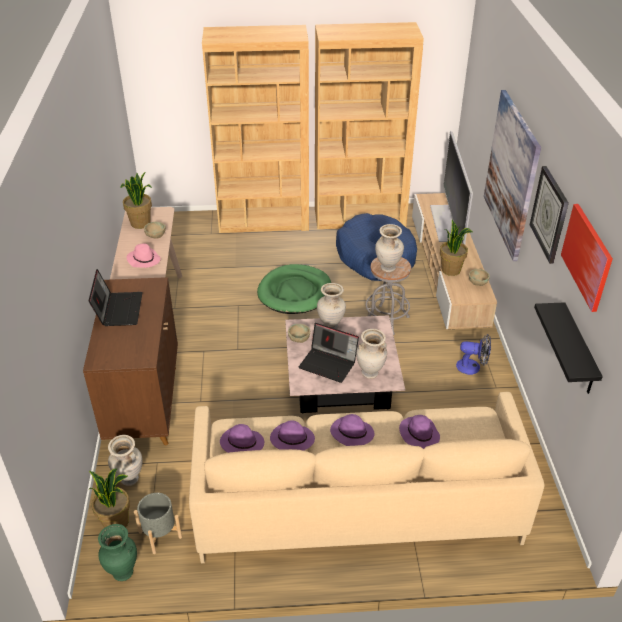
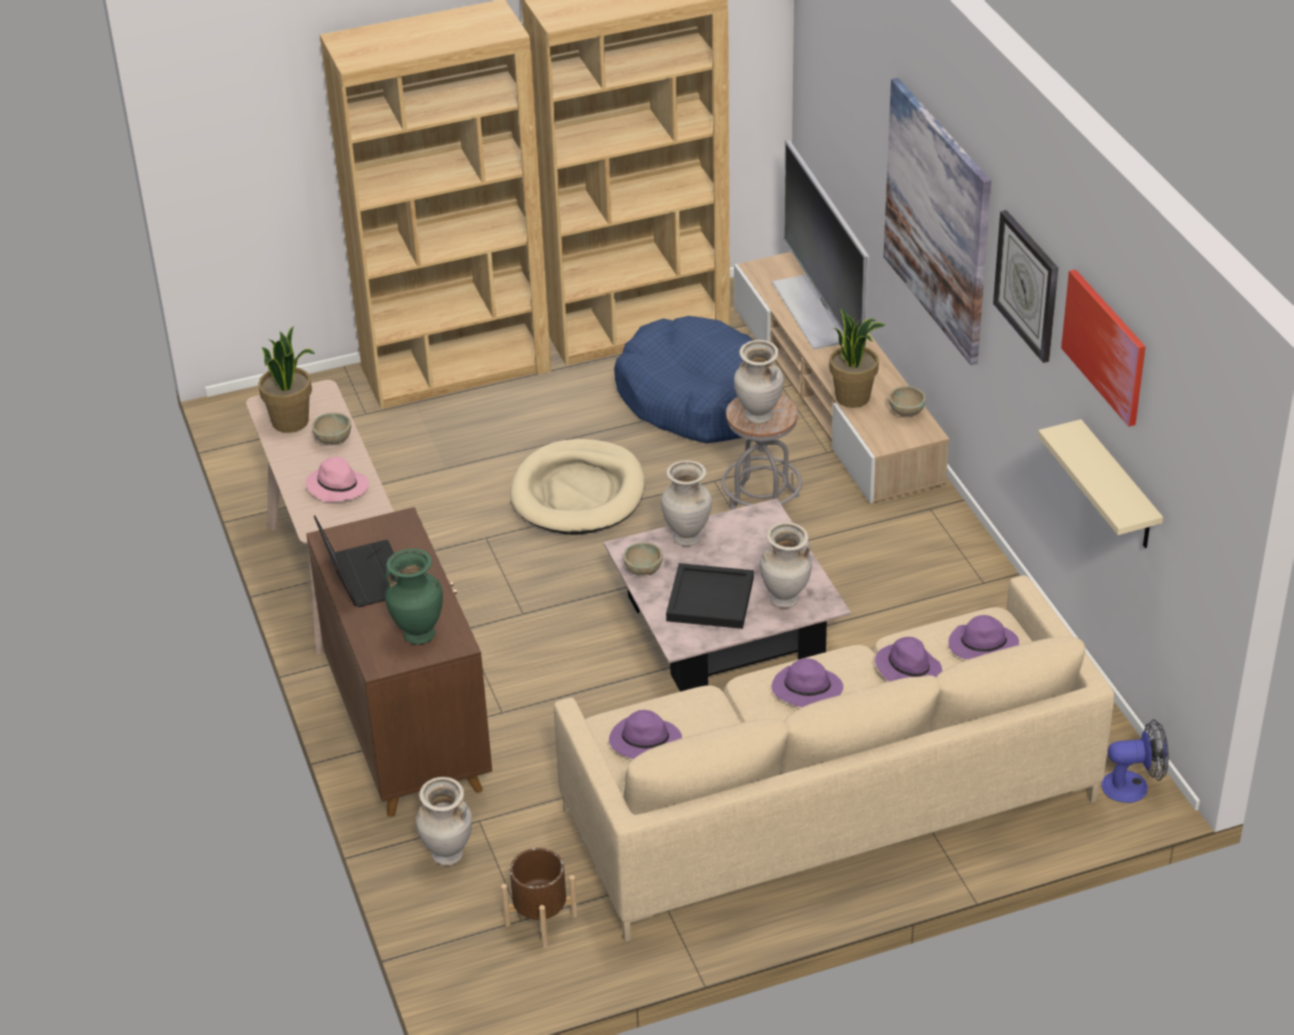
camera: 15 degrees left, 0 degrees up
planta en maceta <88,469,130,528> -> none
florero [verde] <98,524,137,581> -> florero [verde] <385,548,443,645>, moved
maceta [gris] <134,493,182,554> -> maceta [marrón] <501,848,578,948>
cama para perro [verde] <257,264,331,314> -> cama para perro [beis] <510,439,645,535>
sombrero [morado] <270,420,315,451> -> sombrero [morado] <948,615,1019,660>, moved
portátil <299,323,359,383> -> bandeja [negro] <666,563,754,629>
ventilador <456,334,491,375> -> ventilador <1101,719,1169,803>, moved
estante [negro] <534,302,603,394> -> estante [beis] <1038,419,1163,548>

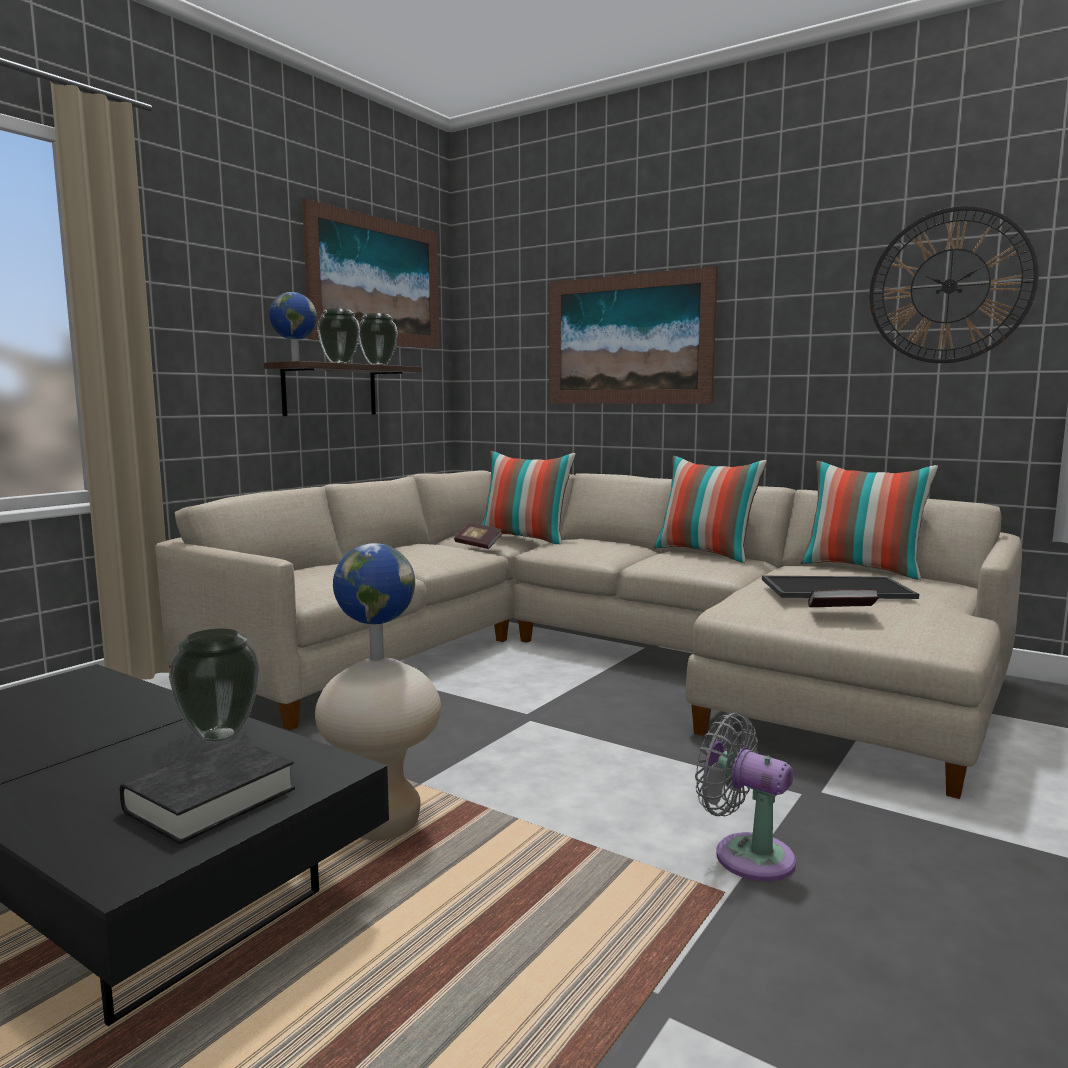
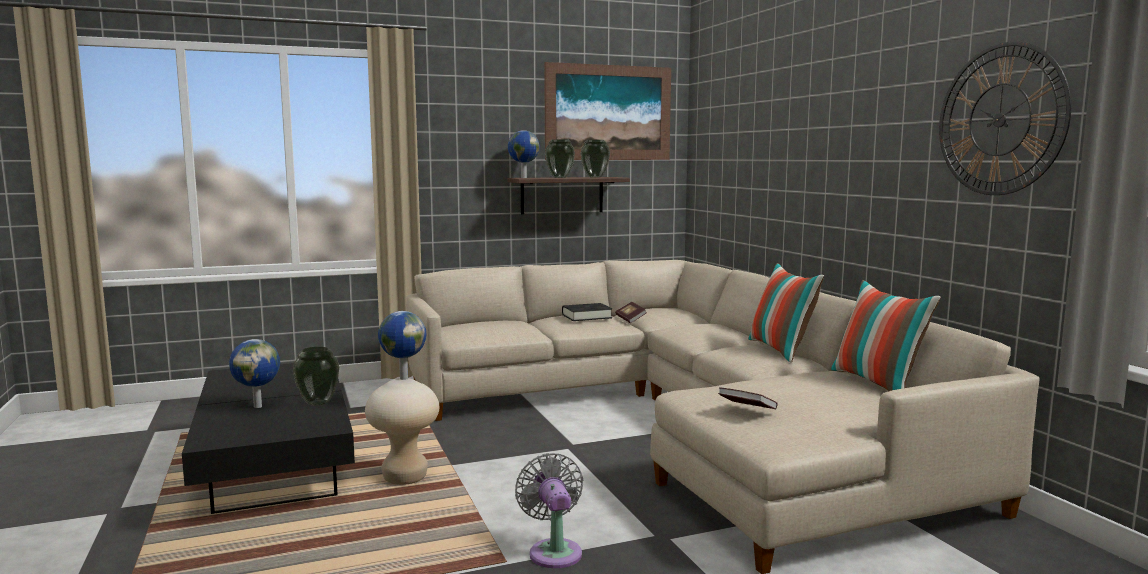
camera: 35 degrees right, 0 degrees up
libro [negro] <120,739,295,844> -> libro [negro] <562,303,612,321>, moved
cojín <481,451,576,544> -> none
cuadro <549,266,718,404> -> none
bandeja <762,576,919,599> -> none
none -> globo terráqueo <229,339,280,408>

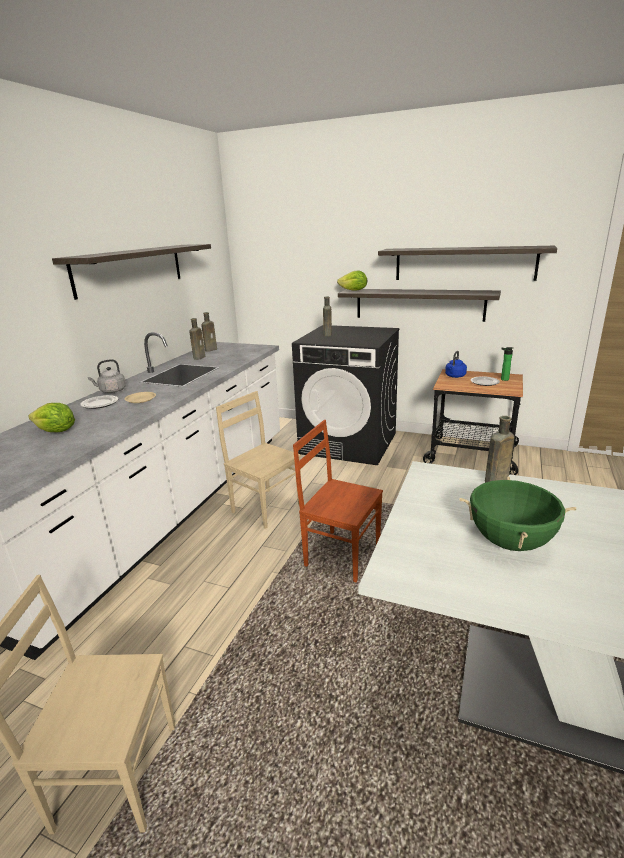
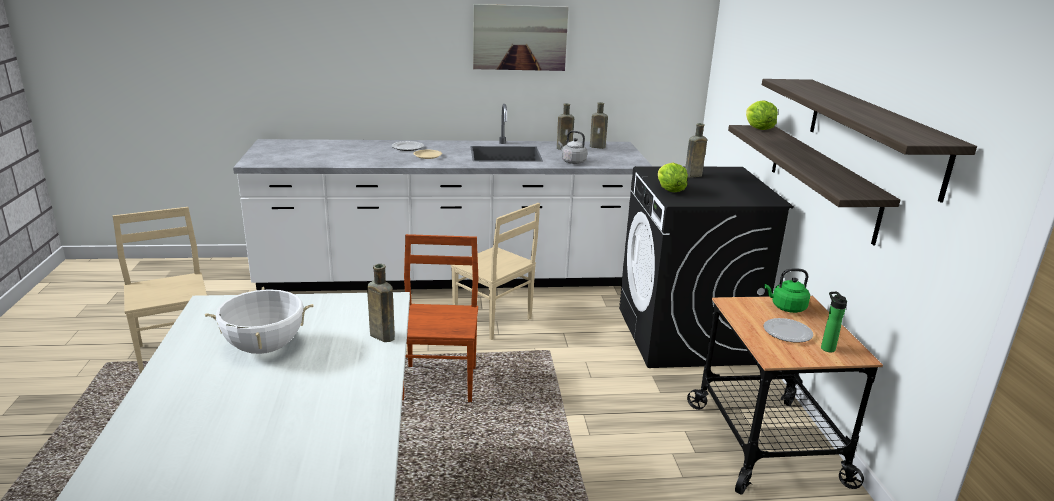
camera: 60 degrees right, 0 degrees up
lechuga <28,403,75,432> -> lechuga <658,163,688,192>, moved
estante <52,244,211,300> -> cuadro <473,4,569,71>
hervidor [gris] <88,359,126,393> -> hervidor [gris] <558,131,587,164>, moved
silla [beis] <216,391,301,529> -> silla [beis] <451,203,540,340>, 120 degrees clockwise
hervidor [azul] <445,351,467,378> -> hervidor [verde] <764,268,810,313>
olla [verde] <459,476,576,551> -> olla [blanco] <205,287,314,354>

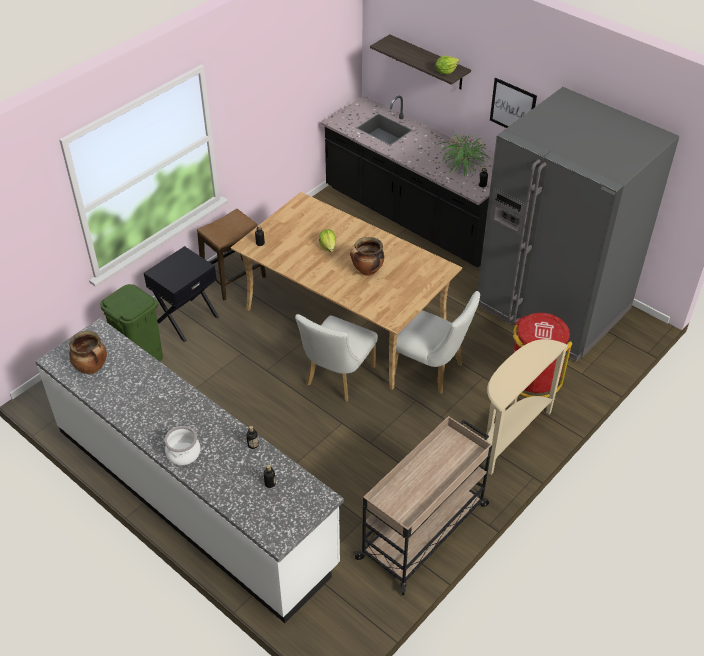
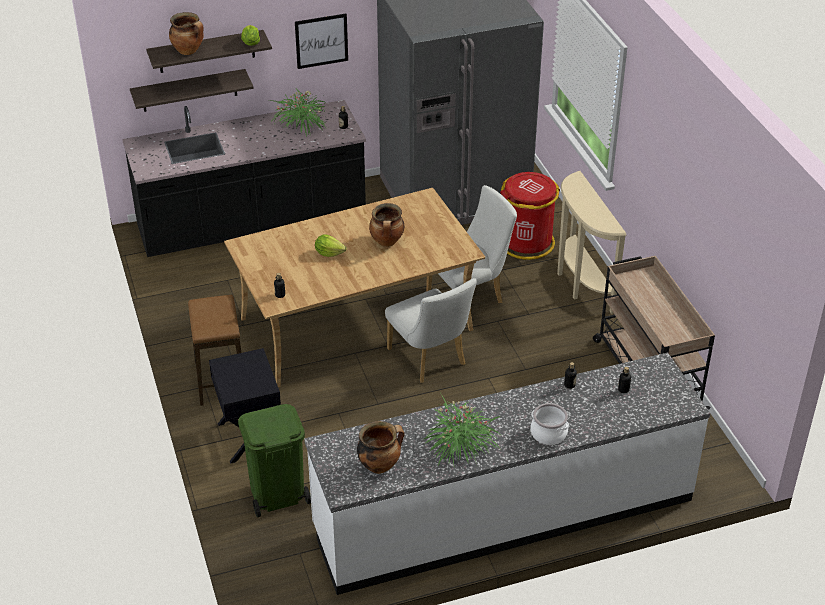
camera: 60 degrees left, 5 degrees down
none -> estante <130,69,254,112>
none -> olla <169,12,204,55>
none -> planta en maceta <422,394,502,465>

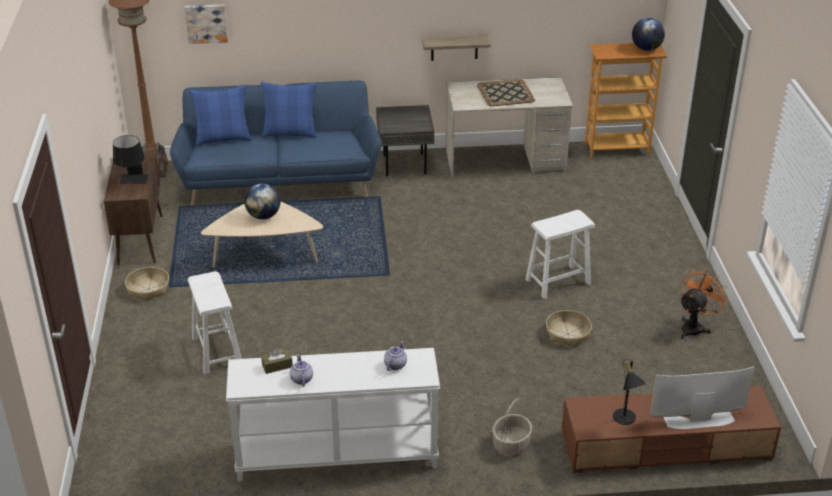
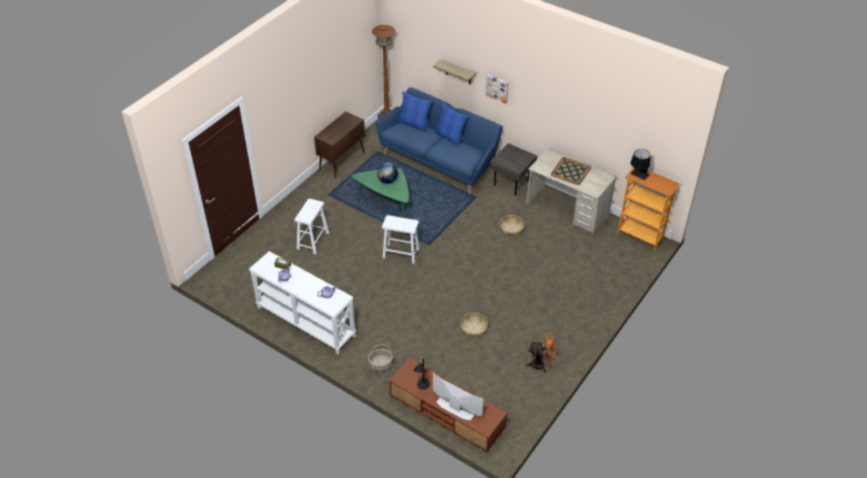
camera: 40 degrees right, 10 degrees up
lámpara de mesa [negro] <113,135,149,184> -> lámpara de mesa [negro] <630,149,650,180>, moved
cesta <125,267,169,301> -> cesta <499,215,525,236>, moved
cuadro <184,5,228,44> -> cuadro <486,75,509,104>, moved
mesa de centro [beis] <201,201,323,268> -> mesa de centro [verde] <351,168,409,218>
estante <422,35,491,61> -> estante <433,59,476,84>, moved
taburete [blanco] <526,210,595,299> -> taburete [blanco] <382,215,420,264>, moved
globo terráqueo <632,18,665,51> -> none

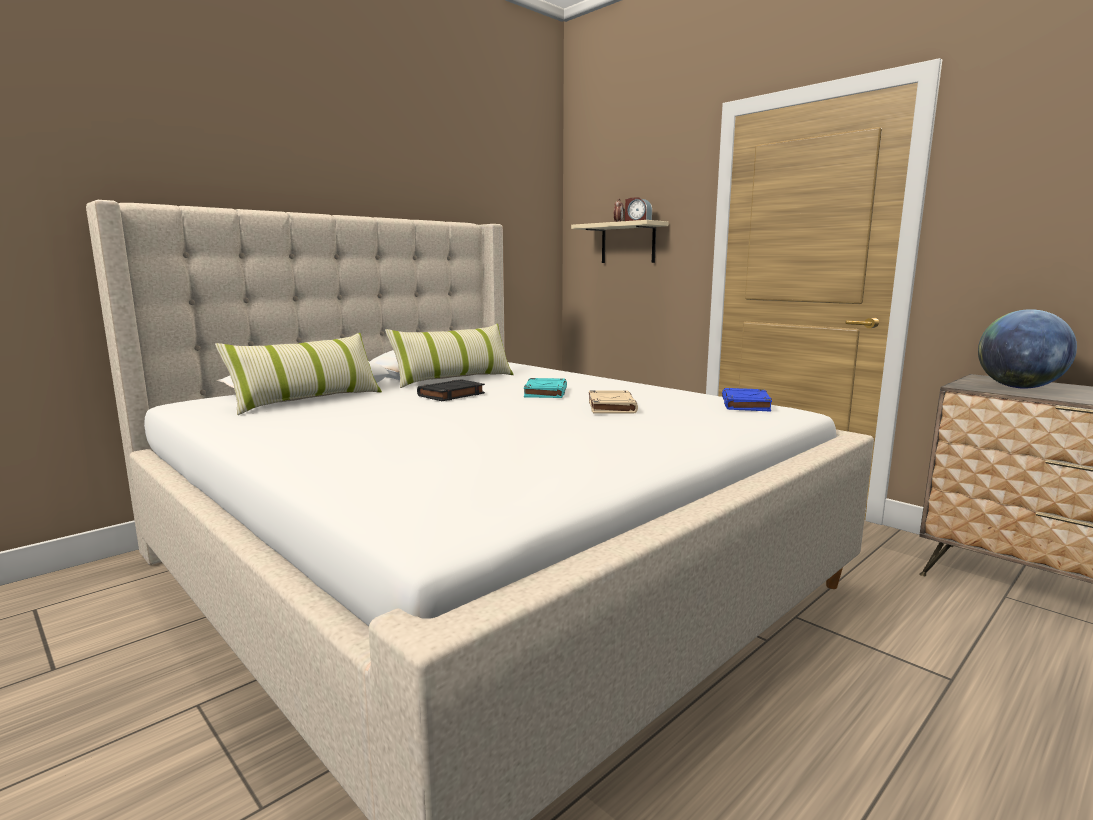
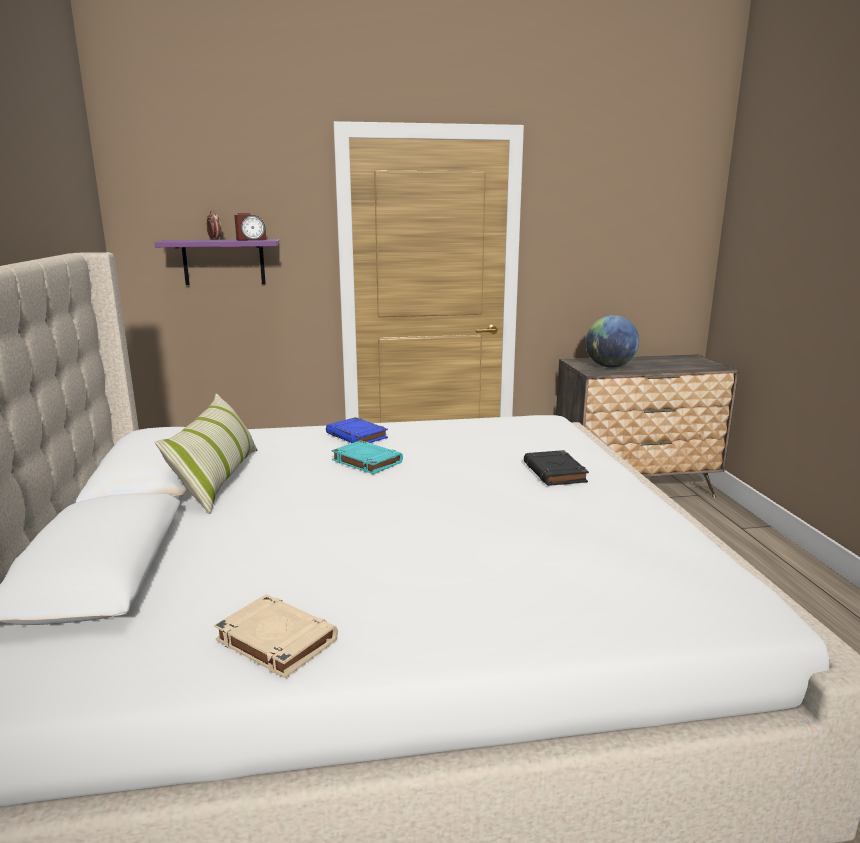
camera: 55 degrees left, 5 degrees up
cojín <215,333,382,415> -> none
libro [negro] <417,379,485,401> -> libro [negro] <524,450,589,486>, moved
estante [beis] <571,220,668,263> -> estante [morado] <155,239,279,285>
libro [beis] <589,390,638,413> -> libro [beis] <214,594,338,678>, moved
libro [azul] <722,388,772,412> -> libro [azul] <326,417,388,443>, moved

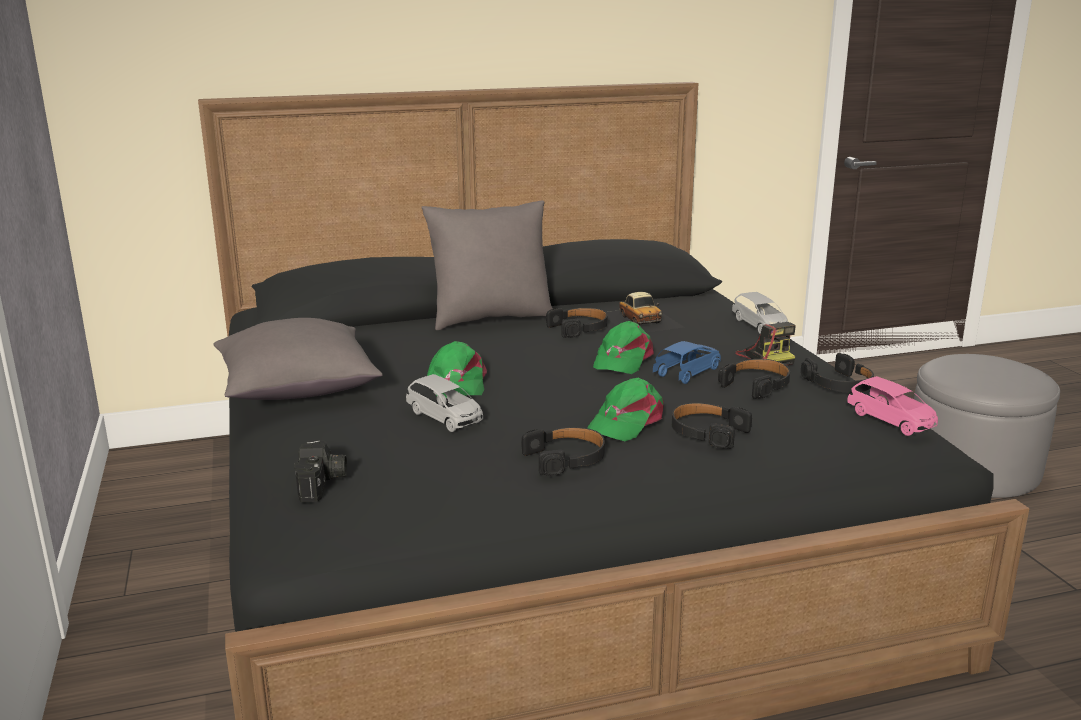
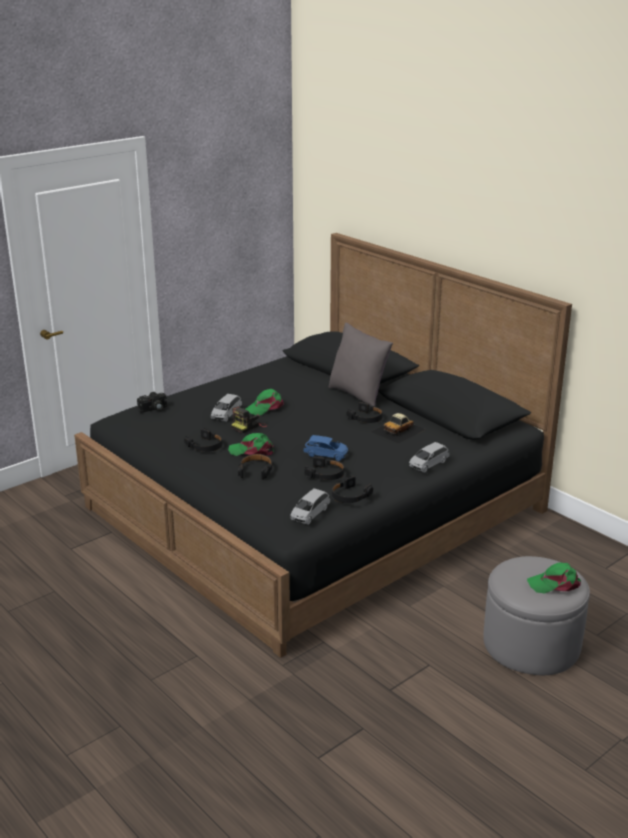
camera: 65 degrees right, 5 degrees up
cojín [gris] <213,318,383,400> -> none
gorra [verde] <593,321,654,374> -> gorra [verde] <527,563,581,594>, moved
cámara <735,322,796,366> -> cámara <231,406,267,433>, moved
coche de juguete [rosa] <847,376,938,436> -> coche de juguete [gris] <290,488,330,525>

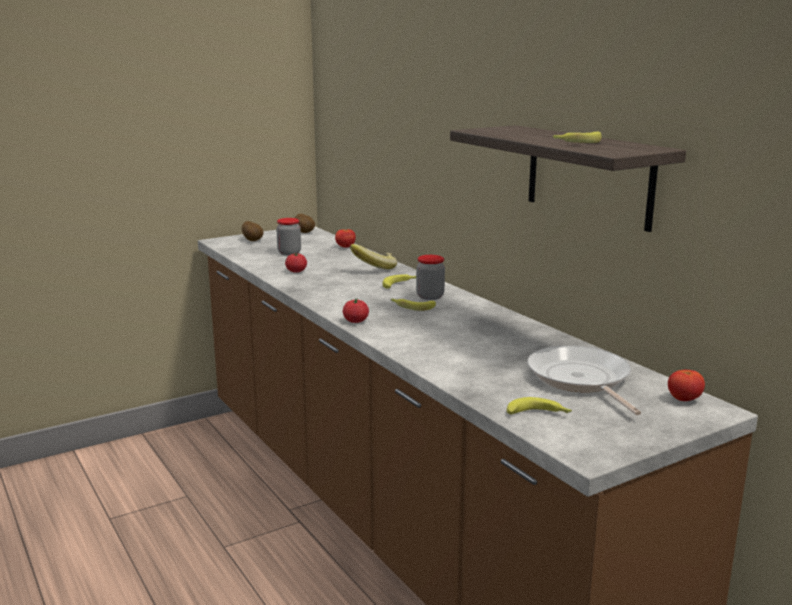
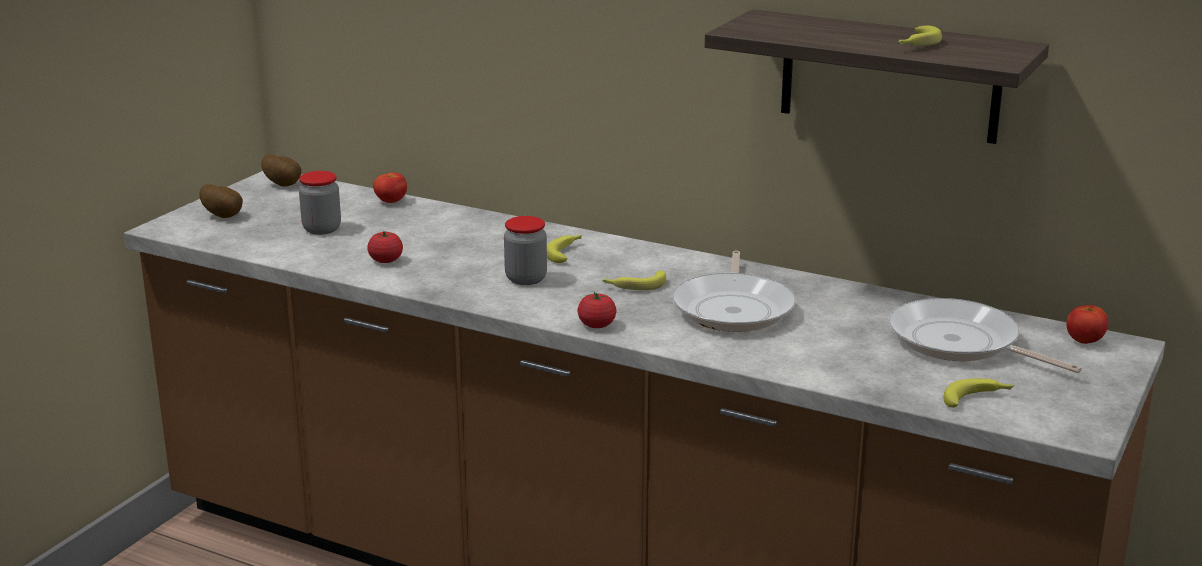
camera: 30 degrees left, 5 degrees up
plátano <350,244,397,269> -> none
tarro <416,255,445,300> -> tarro <504,216,547,285>, moved
none -> sartén <672,250,796,332>

